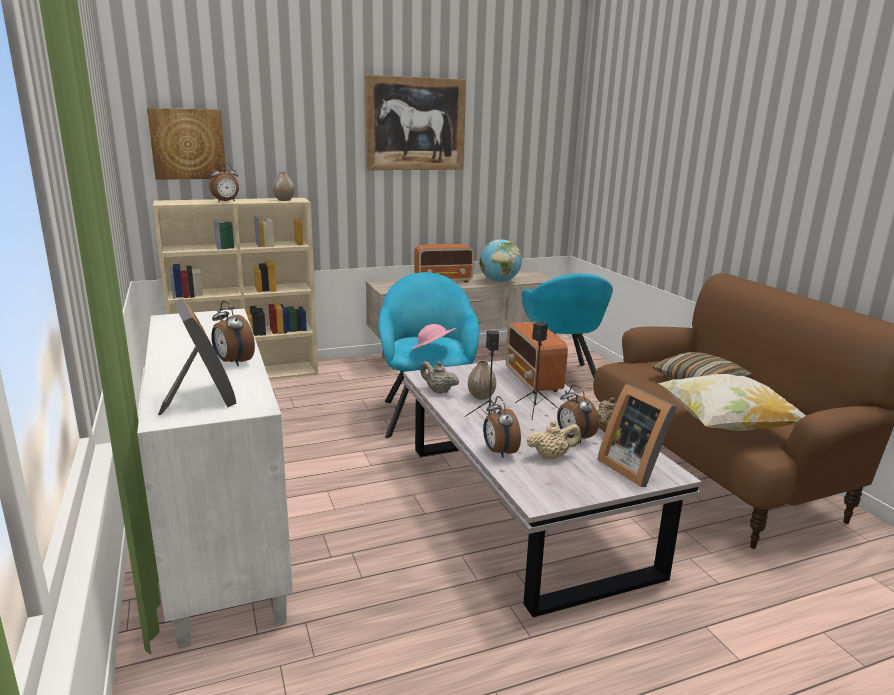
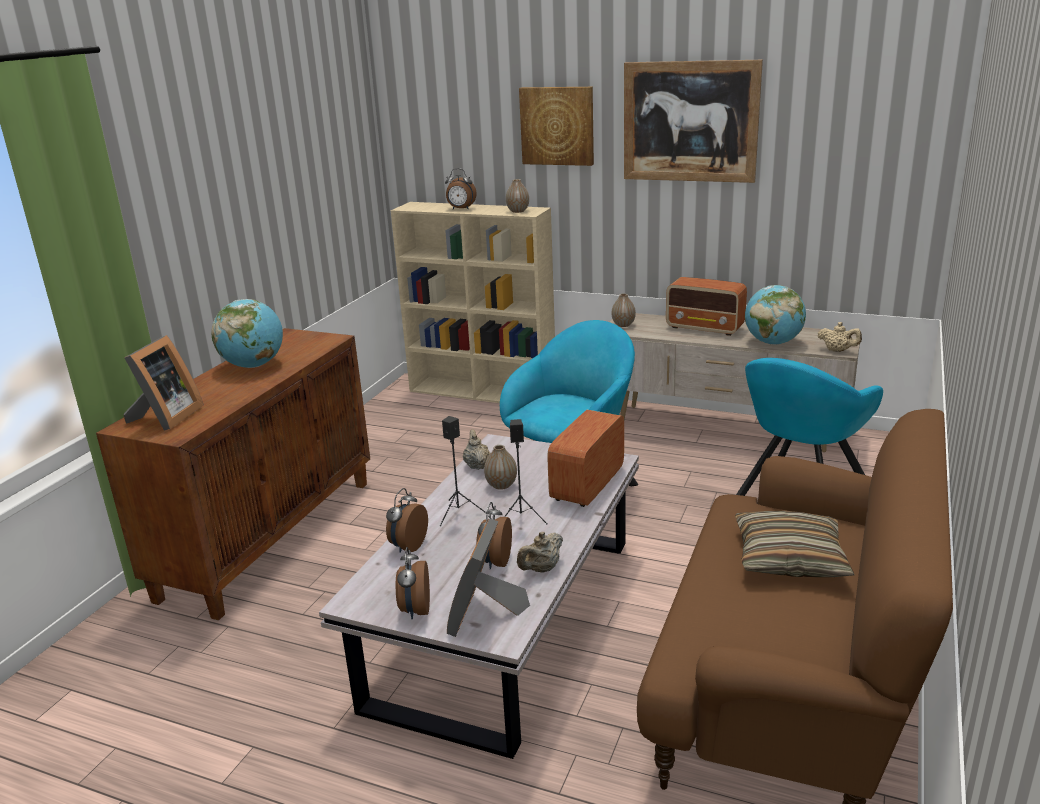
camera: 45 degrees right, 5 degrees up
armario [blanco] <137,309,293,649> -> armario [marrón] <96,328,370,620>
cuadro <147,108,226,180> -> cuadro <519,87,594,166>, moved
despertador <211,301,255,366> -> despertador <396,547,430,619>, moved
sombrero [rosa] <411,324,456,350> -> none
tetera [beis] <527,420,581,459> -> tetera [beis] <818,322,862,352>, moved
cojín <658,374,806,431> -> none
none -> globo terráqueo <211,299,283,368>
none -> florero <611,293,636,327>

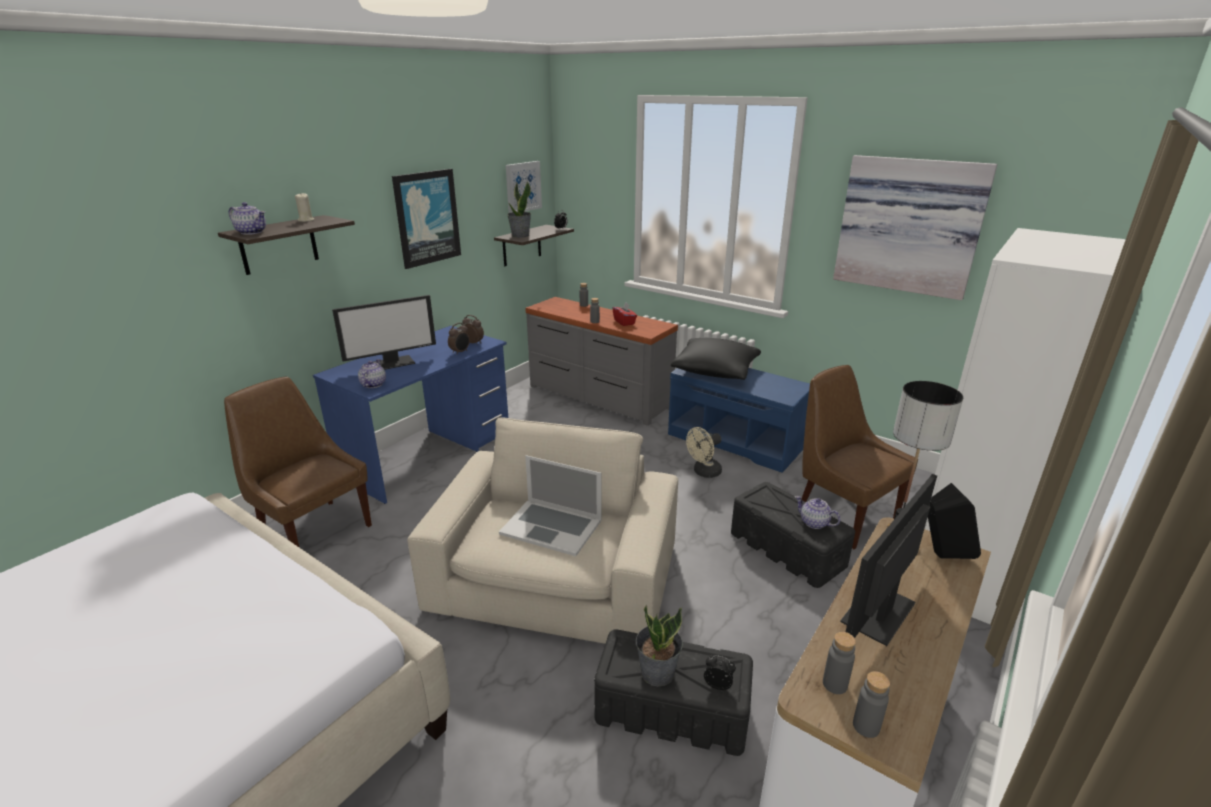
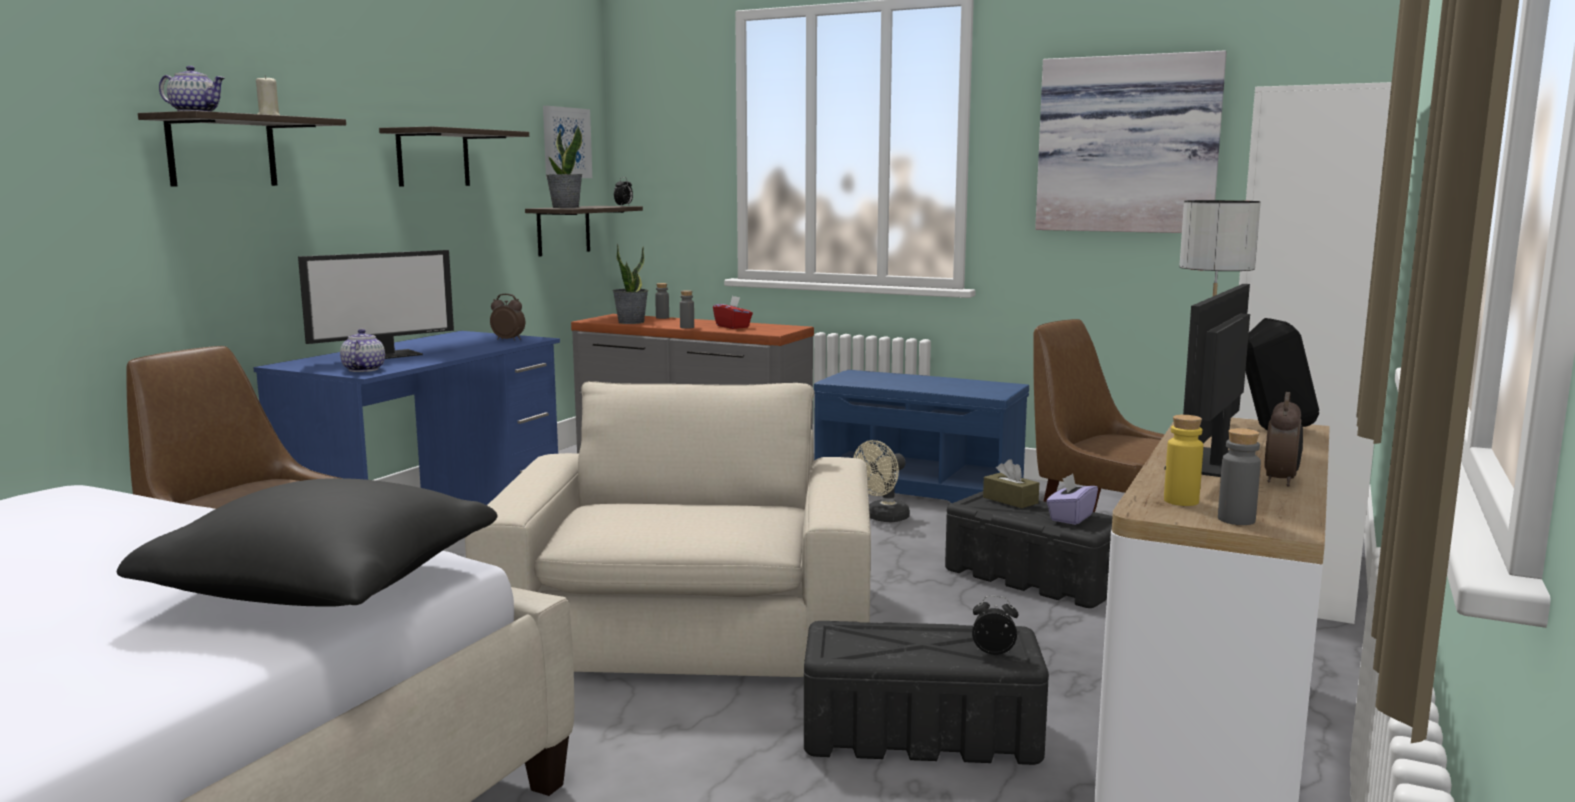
camera: 10 degrees left, 15 degrees down
cuadro <392,169,461,269> -> estante <379,126,529,187>
despertador <448,323,470,355> -> despertador <1264,392,1303,487>, moved
portátil <499,455,602,556> -> none
planta en maceta <636,605,683,686> -> planta en maceta <613,244,649,324>, moved
cojín [negro] <671,338,761,380> -> cojín [negro] <117,478,498,607>, moved
tetera <795,496,841,529> -> caja de pañuelos [morado] <1046,474,1098,525>
botella [gris] <823,632,856,694> -> botella [amarillo] <1164,415,1203,506>
none -> caja de pañuelos [marrón] <983,459,1039,508>

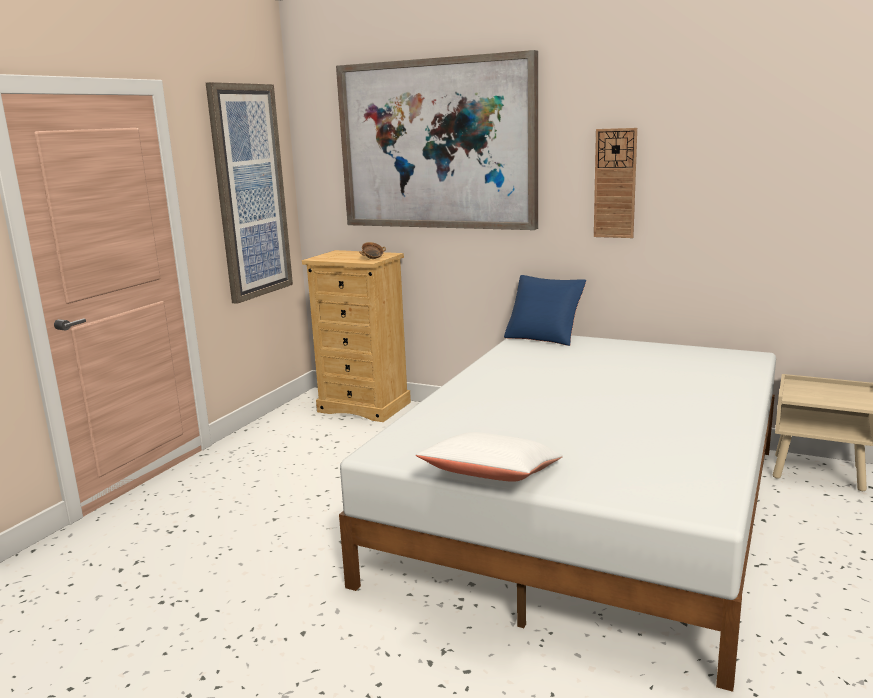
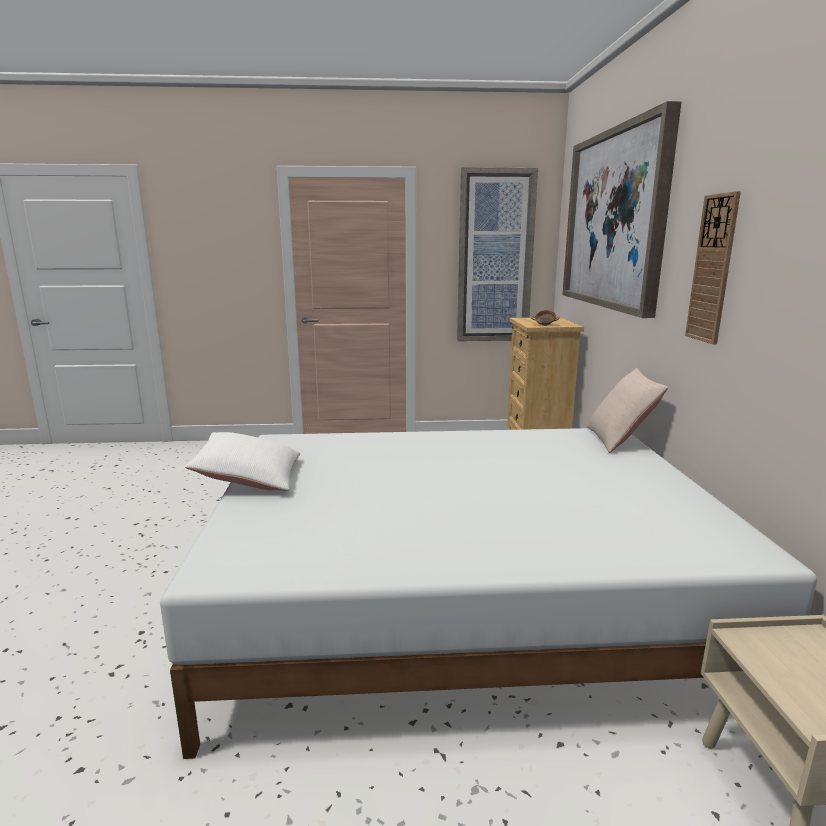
camera: 60 degrees right, 0 degrees up
cojín [azul] <504,275,586,346> -> cojín [beis] <587,368,668,453>

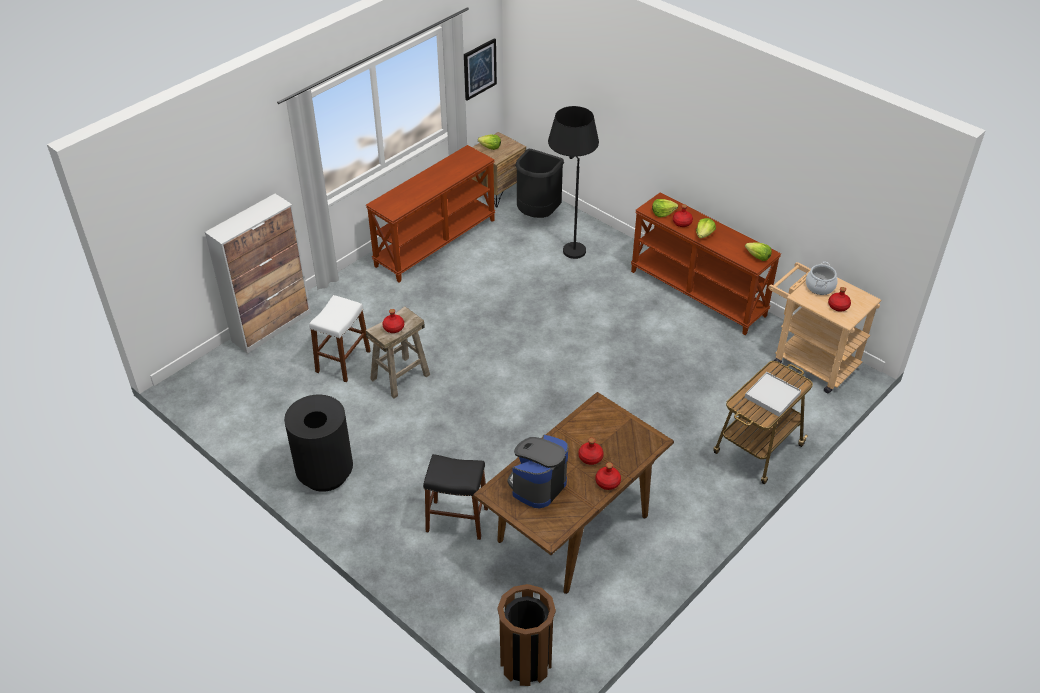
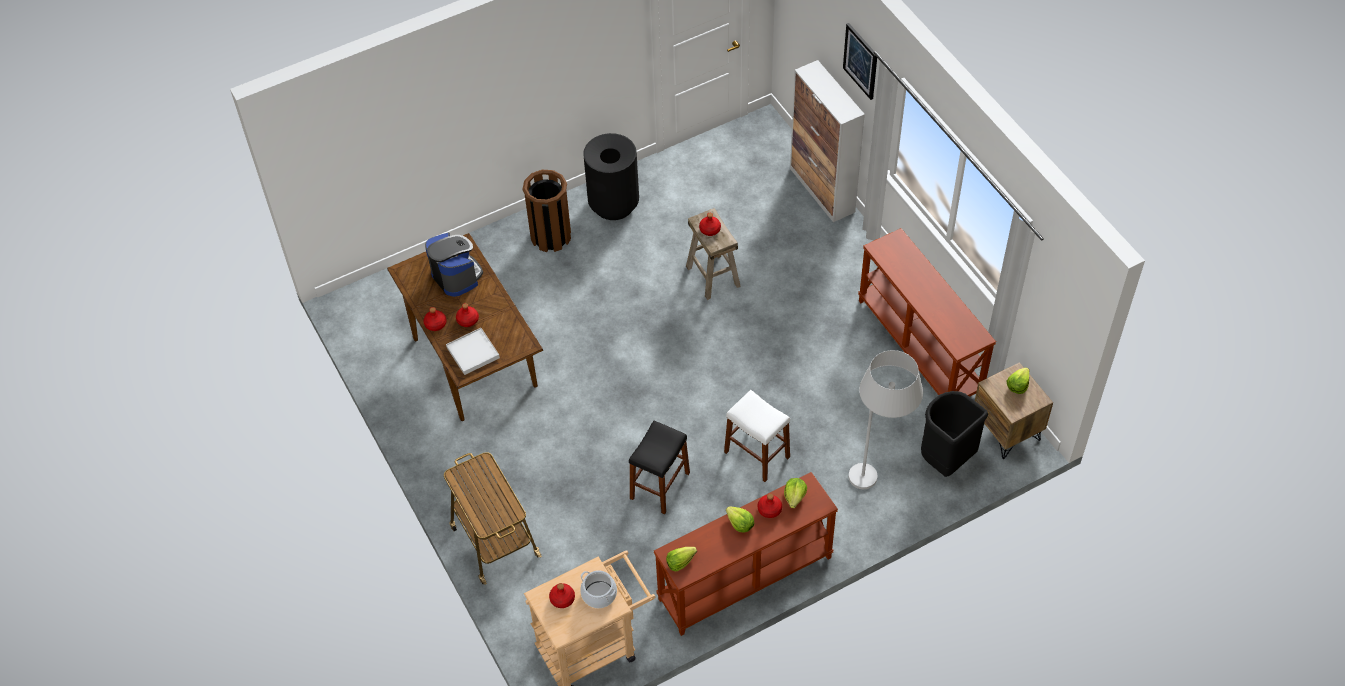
camera: 110 degrees right, 10 degrees up
taburete [blanco] <309,295,371,382> -> taburete [blanco] <724,390,790,482>, moved
taburete [negro] <423,454,488,540> -> taburete [negro] <629,421,690,514>, moved
cuadro <464,38,497,101> -> cuadro <843,23,877,100>, moved
papelera [marrón] <497,584,556,686> -> papelera [marrón] <523,170,571,252>, moved
lámpara de pie [negro] <548,106,599,259> -> lámpara de pie [blanco] <849,350,923,489>
bandeja [blanco] <745,372,801,417> -> bandeja [blanco] <446,328,500,375>, moved

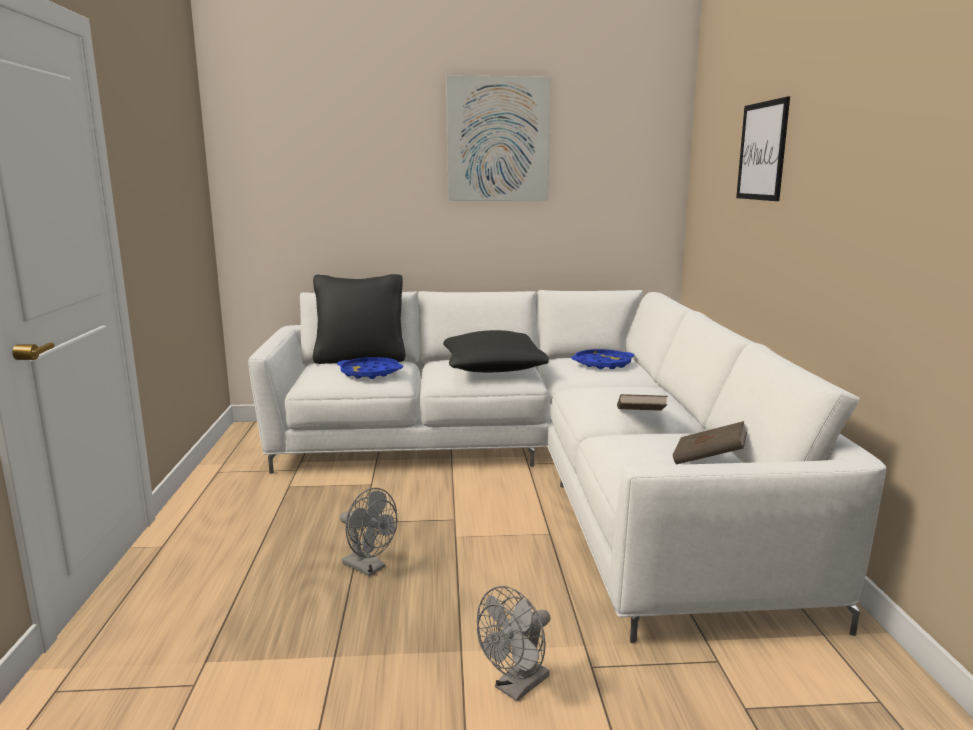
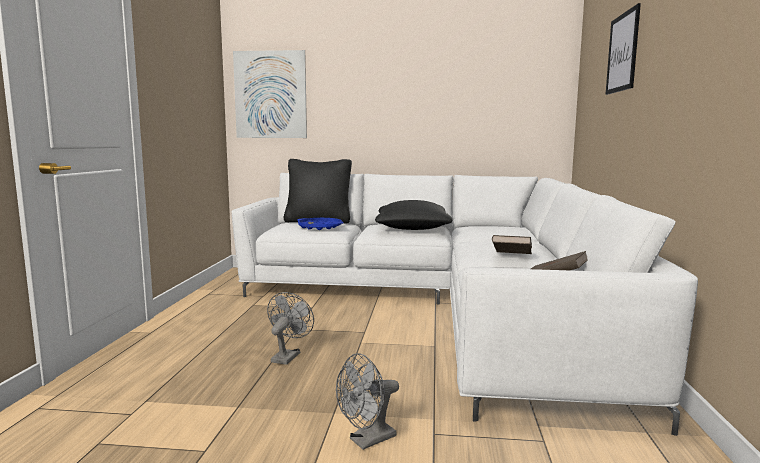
camera: 10 degrees right, 5 degrees down
ventilador [gris] <340,488,398,576> -> ventilador [gris] <267,292,314,365>, 120 degrees counterclockwise
cuadro <447,75,551,201> -> cuadro <233,50,307,138>, moved
bandeja [azul] <571,349,635,369> -> none

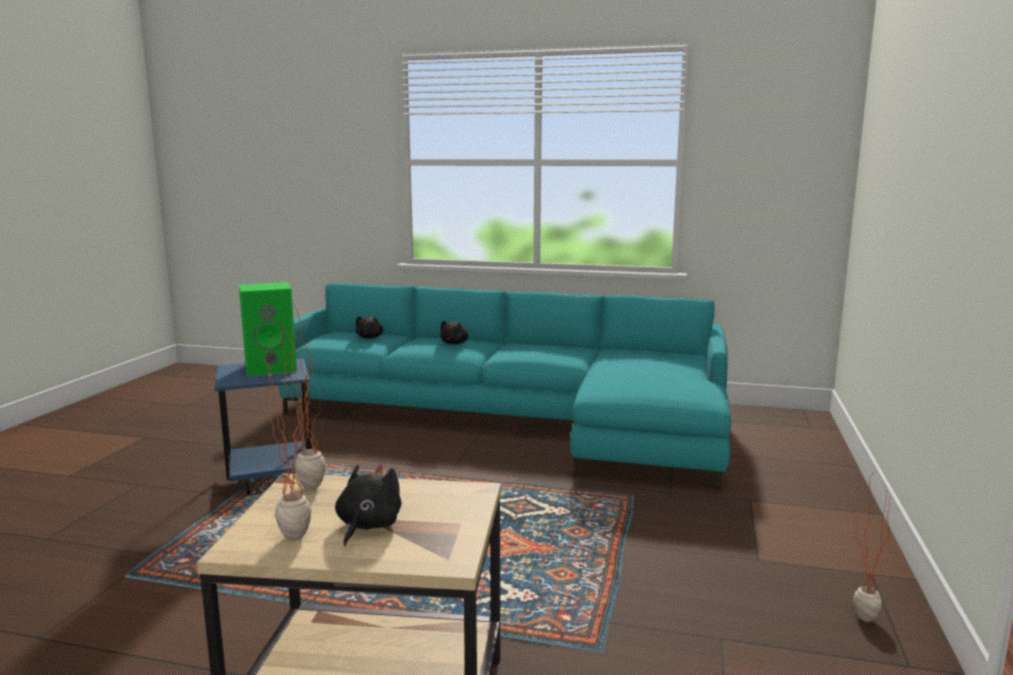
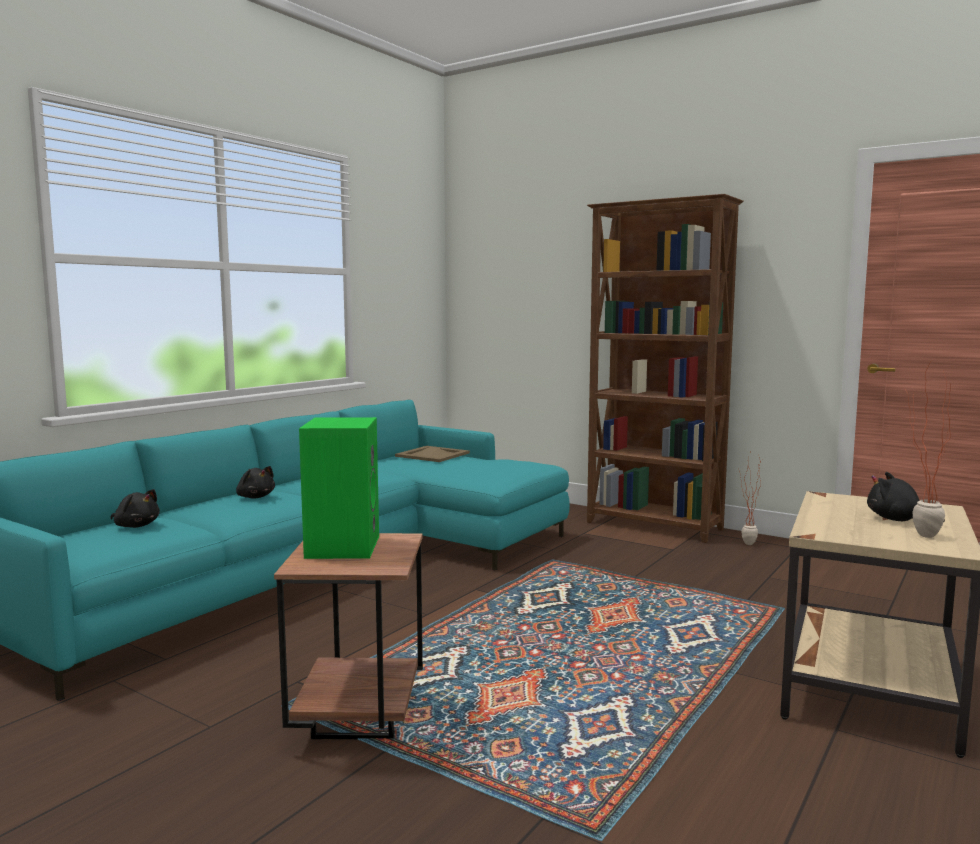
camera: 70 degrees left, 5 degrees down
mesa auxiliar [azul] <215,359,312,495> -> mesa auxiliar [marrón] <274,533,423,739>
planta en maceta <282,303,326,490> -> none
none -> bandeja [beis] <395,446,470,462>
none -> estantería [marrón] <587,194,744,543>

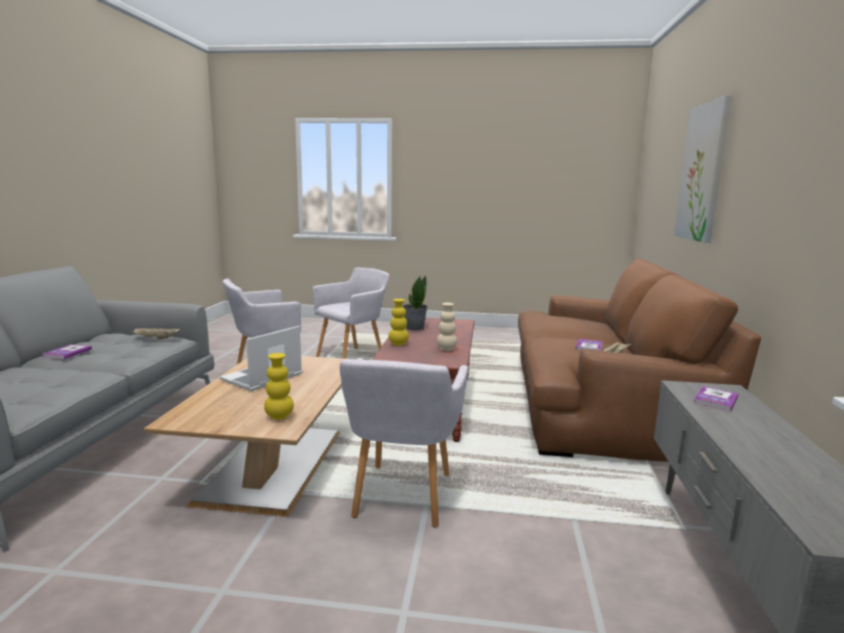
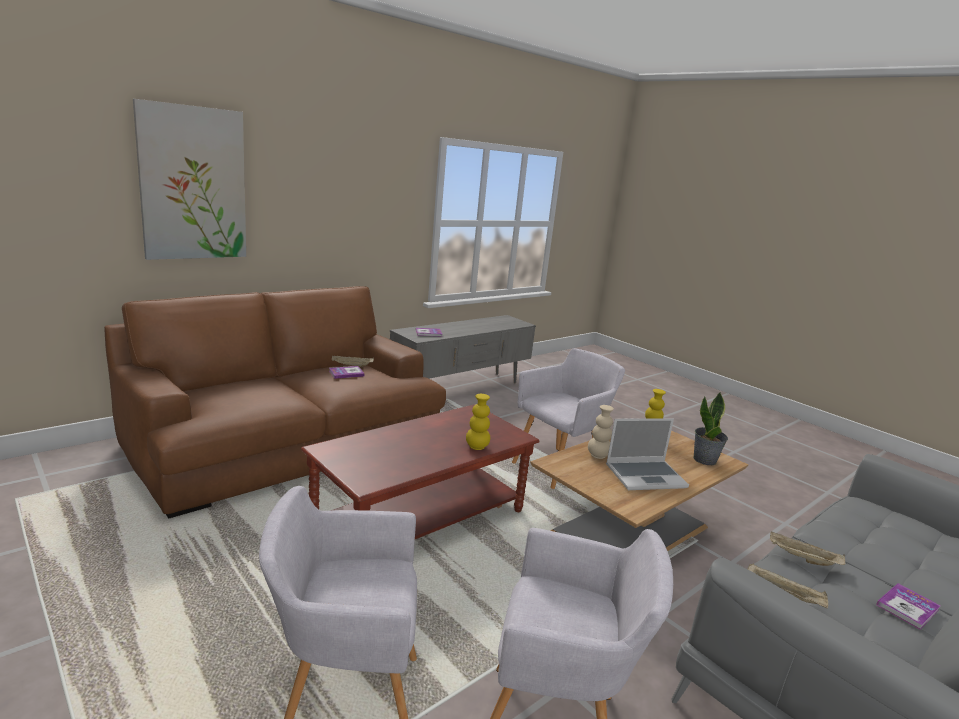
camera: 140 degrees left, 5 degrees up
planta en maceta <403,275,428,331> -> planta en maceta <693,392,728,465>, moved
florero [beis] <437,303,457,351> -> florero [beis] <588,405,614,459>, moved
none -> bandeja [beis] <770,531,845,566>

